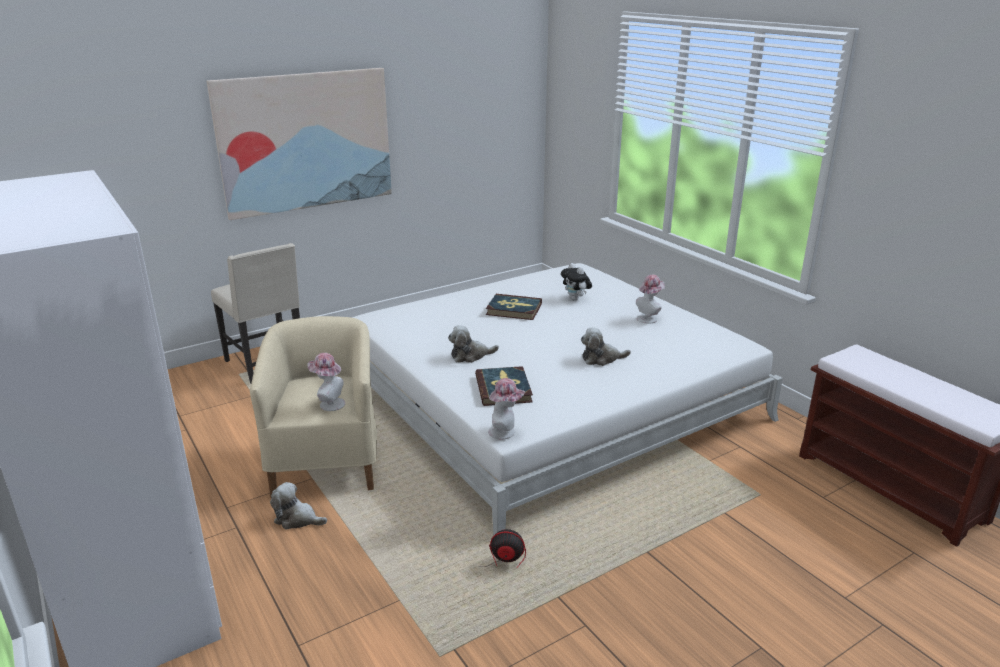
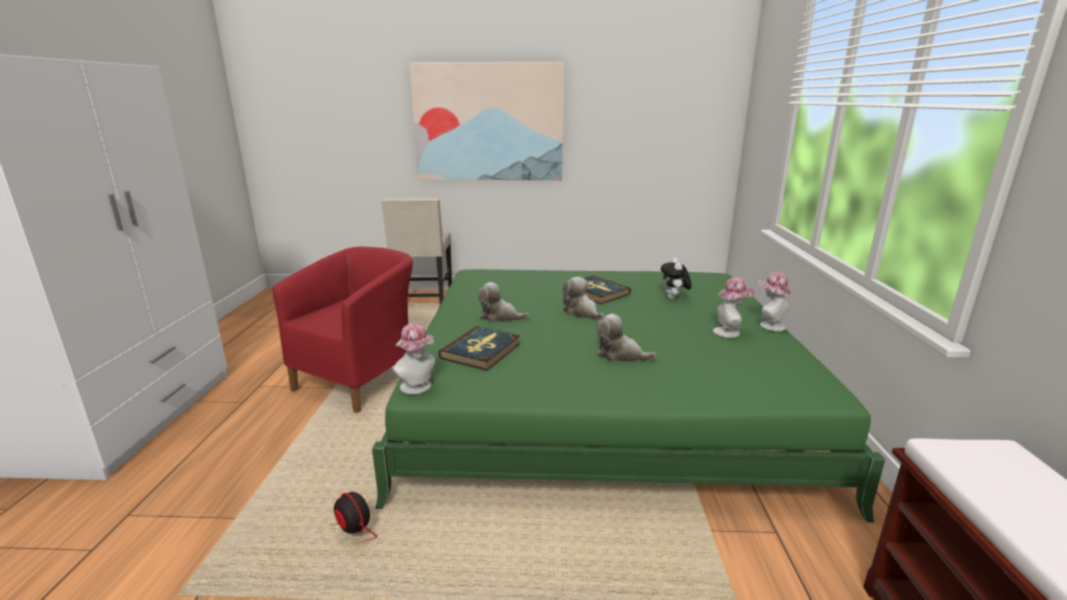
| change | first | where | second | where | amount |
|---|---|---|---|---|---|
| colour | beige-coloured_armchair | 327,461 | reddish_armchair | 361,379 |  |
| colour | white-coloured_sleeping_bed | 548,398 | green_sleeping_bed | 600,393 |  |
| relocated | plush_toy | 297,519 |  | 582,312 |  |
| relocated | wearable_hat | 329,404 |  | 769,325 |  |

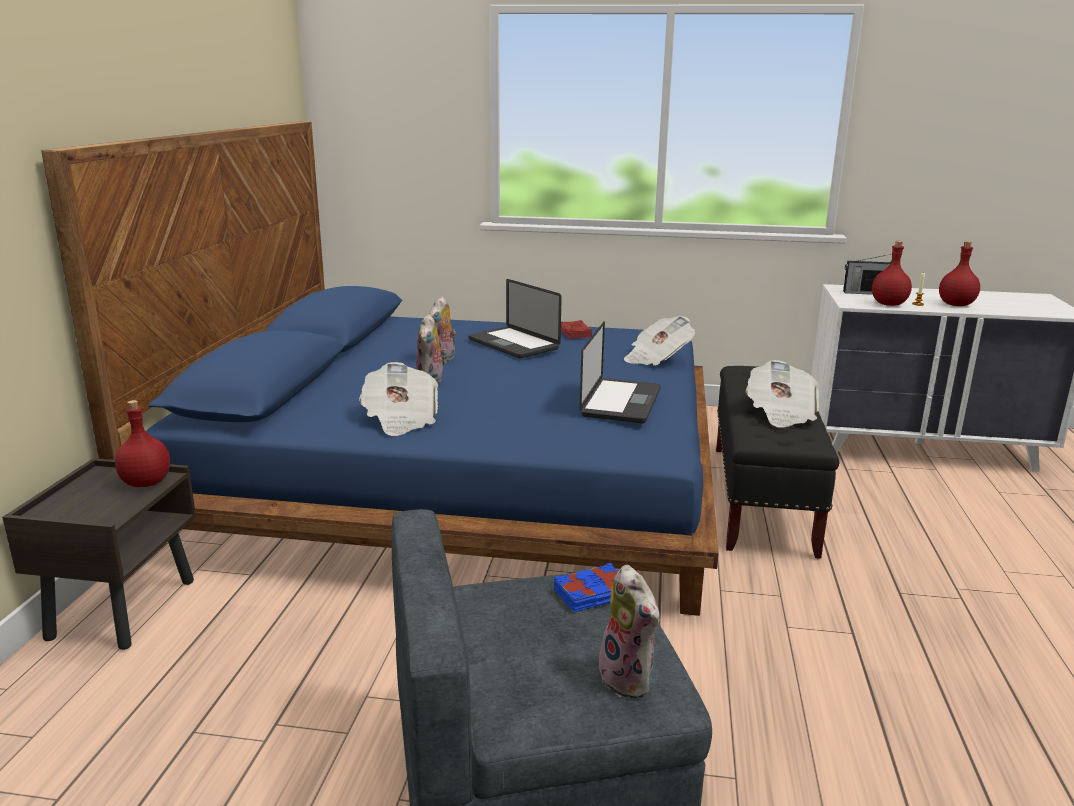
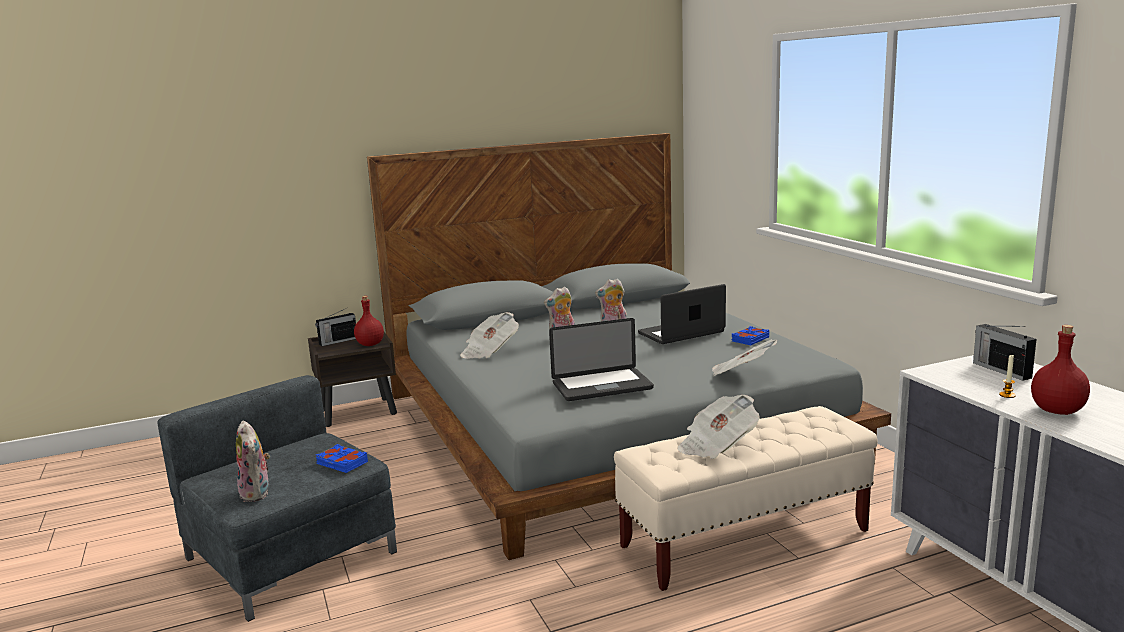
| change | first | where | second | where | amount |
|---|---|---|---|---|---|
| spun | plush_toy | 630,679 |  | 257,493 | 60 degrees counterclockwise |
| appeared |  |  | radio_receiver | 337,341 |  |
| colour | blue_sleeping_bed | 464,475 | gray_sleeping_bed | 607,426 |  |
| colour | black-coloured_indoor_bench | 761,498 | beige-coloured_indoor_bench | 745,539 |  |
| spun | notebook_computer | 513,344 |  | 681,333 | 45 degrees clockwise |
| colour | reddish_book | 574,333 | blue_book | 749,339 |  |
| missing | reddish_bottle | 889,304 |  |  |  |

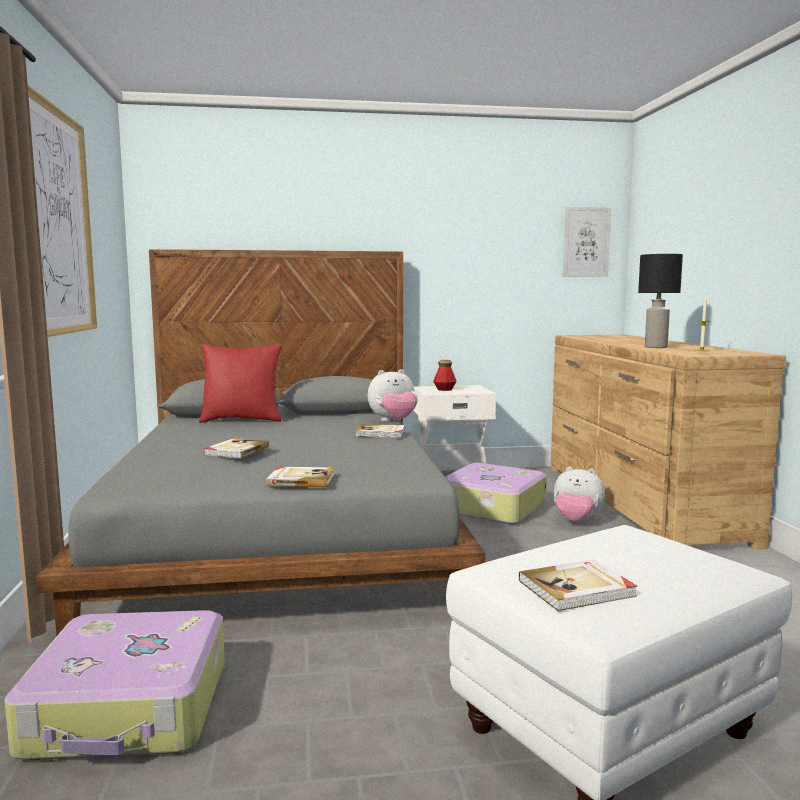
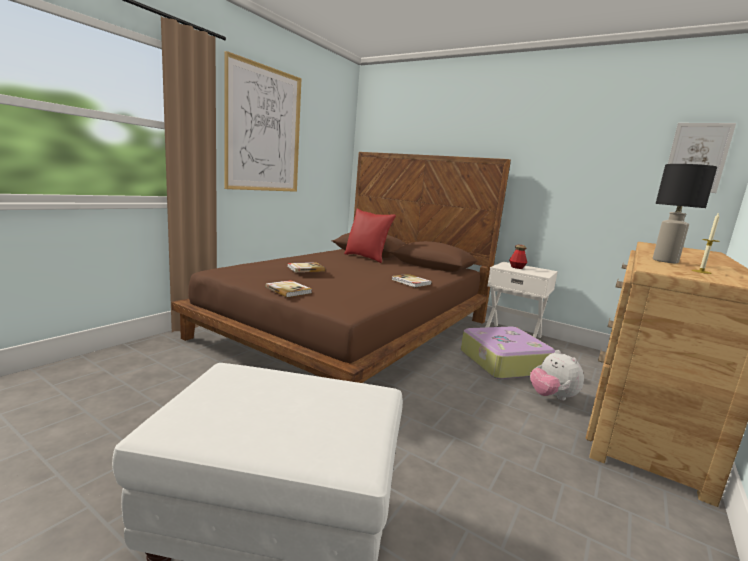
| change | first | where | second | where | amount |
|---|---|---|---|---|---|
| colour | gray_sleeping_bed | 282,533 | brown-coloured_sleeping_bed | 352,329 |  |
| missing | suitcase | 130,708 |  |  |  |
| missing | plush_toy | 393,421 |  |  |  |
| missing | book | 577,589 |  |  |  |

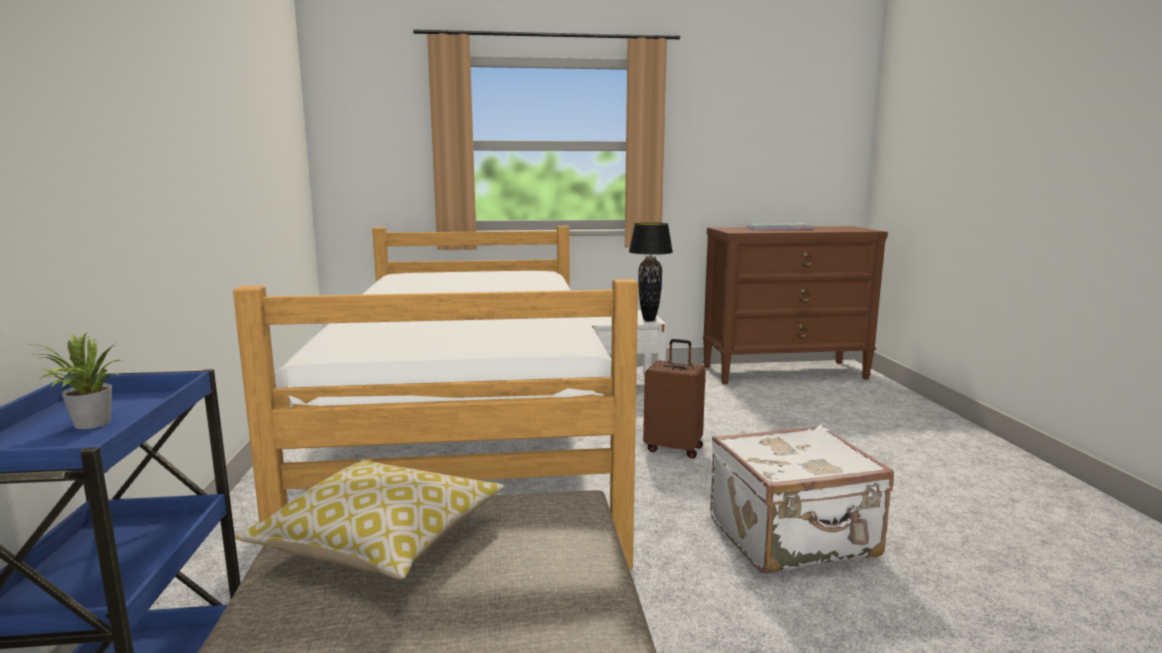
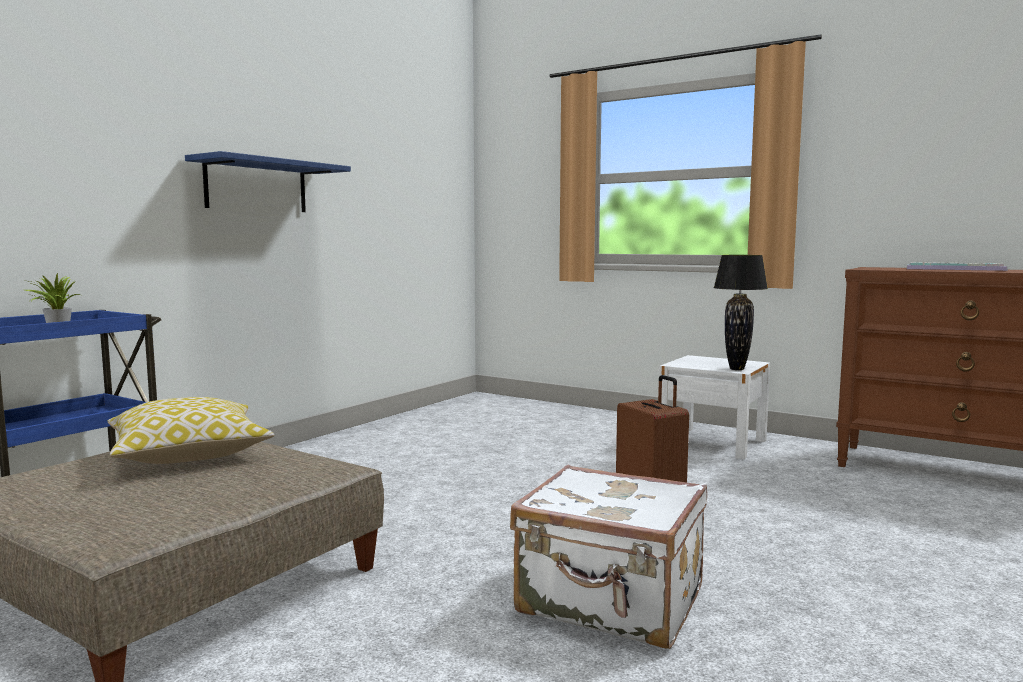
| change | first | where | second | where | amount |
|---|---|---|---|---|---|
| appeared |  |  | blue_bracket_shelf | 256,186 |  |
| missing | sleeping_bed | 471,447 |  |  |  |

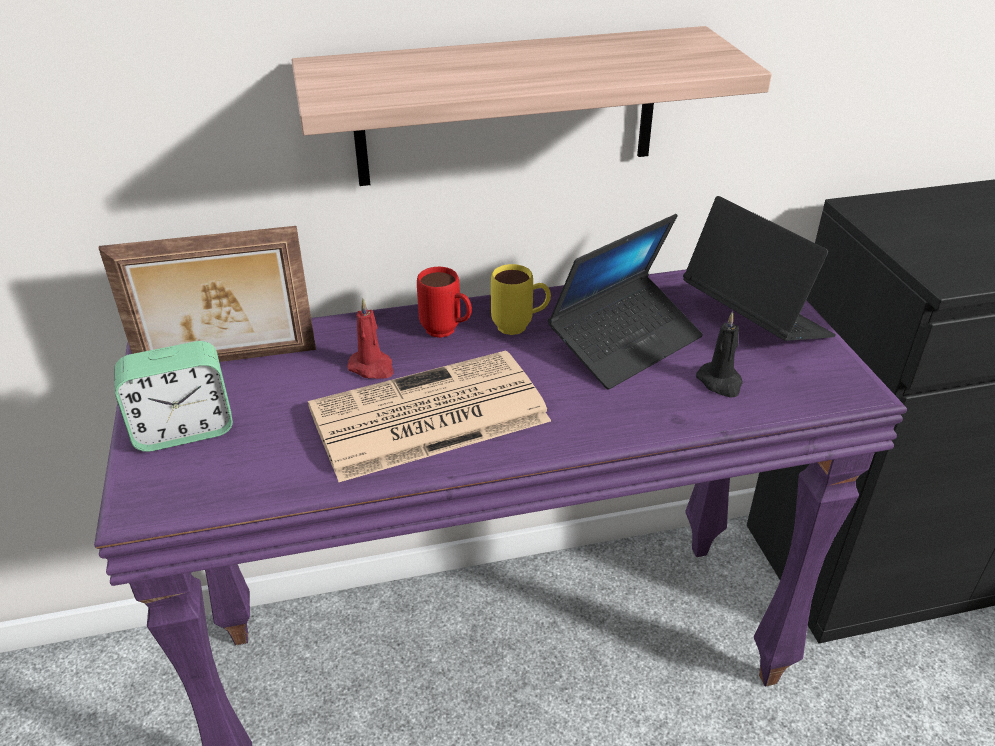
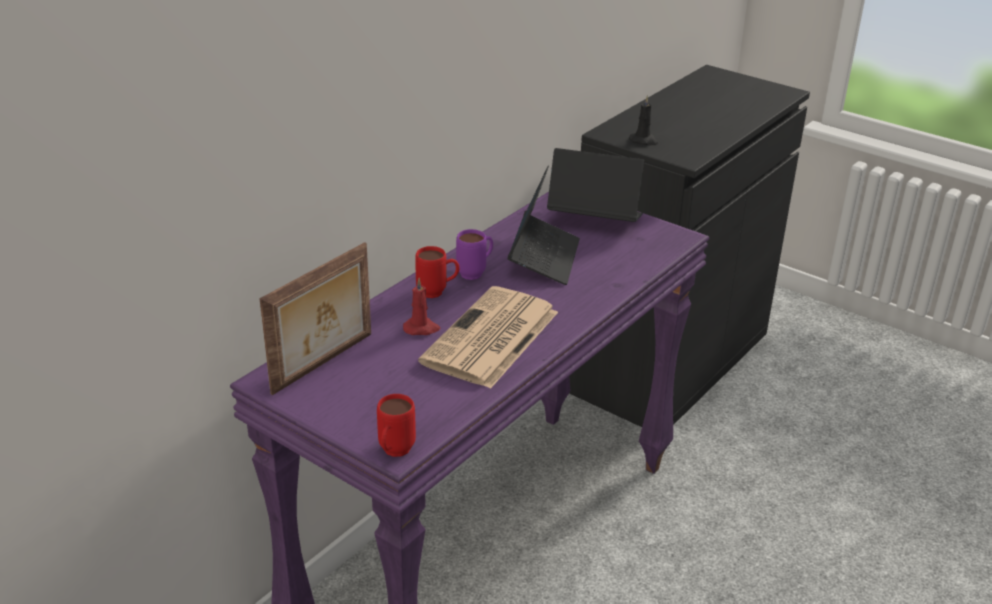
| change | first | where | second | where | amount |
|---|---|---|---|---|---|
| appeared |  |  | reddish_tea_mug | 394,453 |  |
| colour | yellow_tea_mug | 520,327 | purplish_tea_mug | 476,273 |  |
| relocated | black-coloured_wax_light | 720,382 |  | 644,141 |  |
| missing | alarm_clock | 184,430 |  |  |  |
| missing | bracket_shelf | 507,107 |  |  |  |

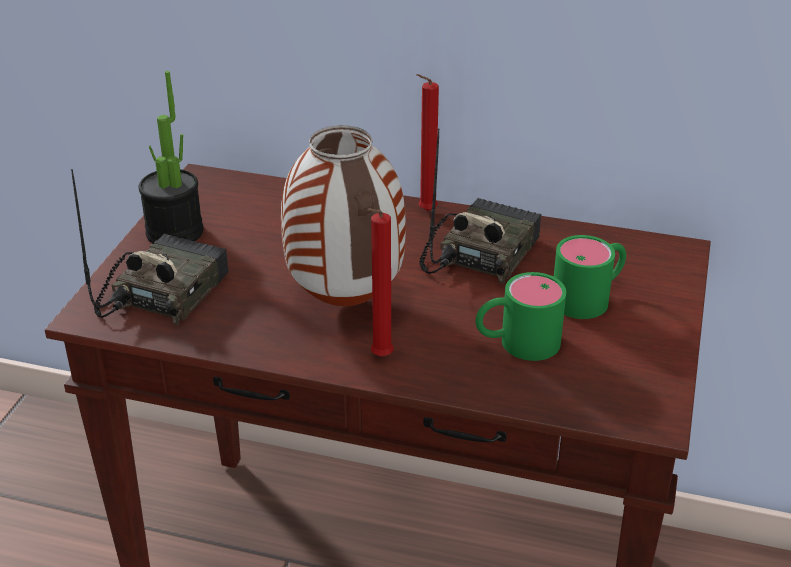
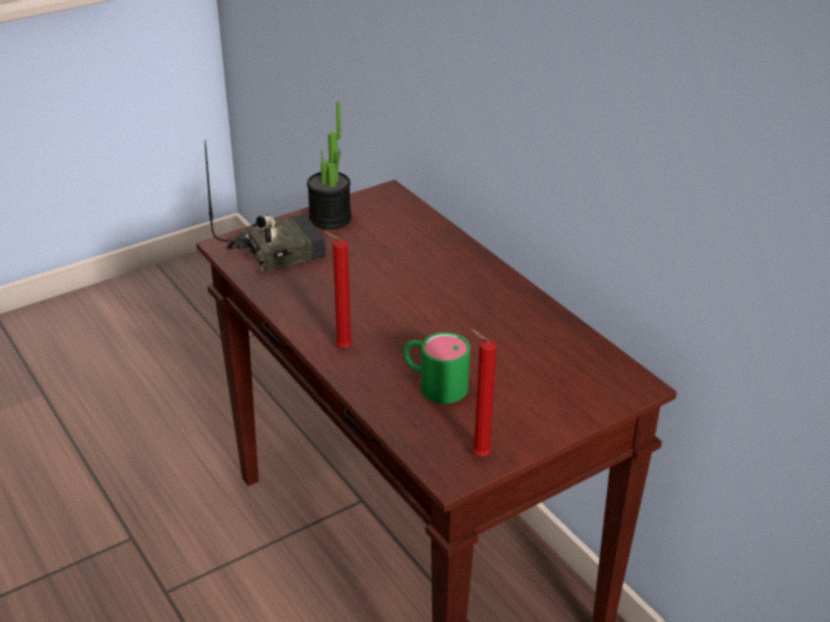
| change | first | where | second | where | amount |
|---|---|---|---|---|---|
| relocated | reddish_wax_light | 425,211 |  | 478,455 |  |
| missing | vase | 343,302 |  |  |  |
| missing | radio_receiver | 479,253 |  |  |  |
| missing | green_tea_mug | 590,297 |  |  |  |

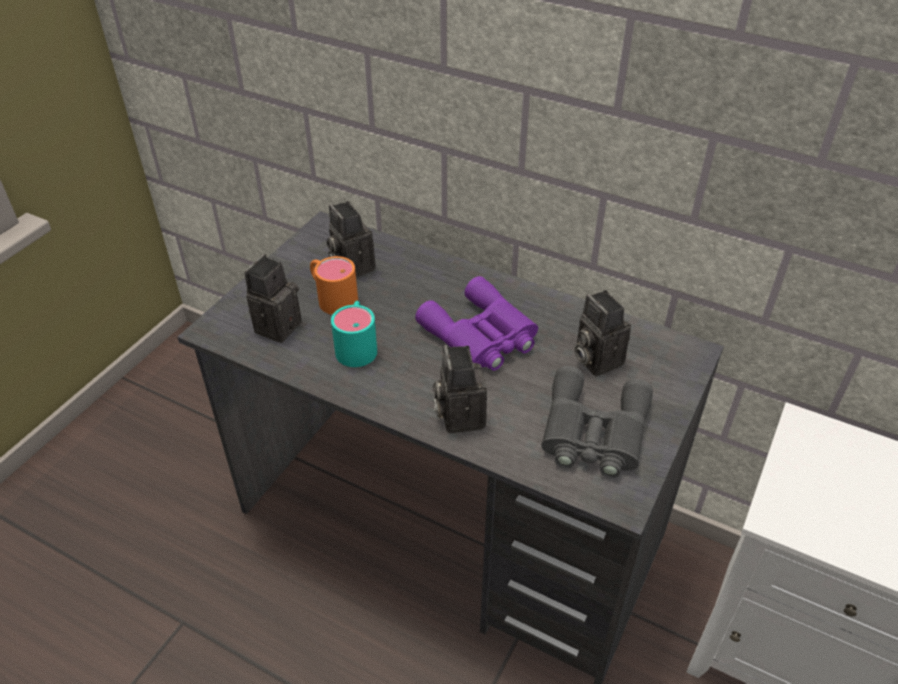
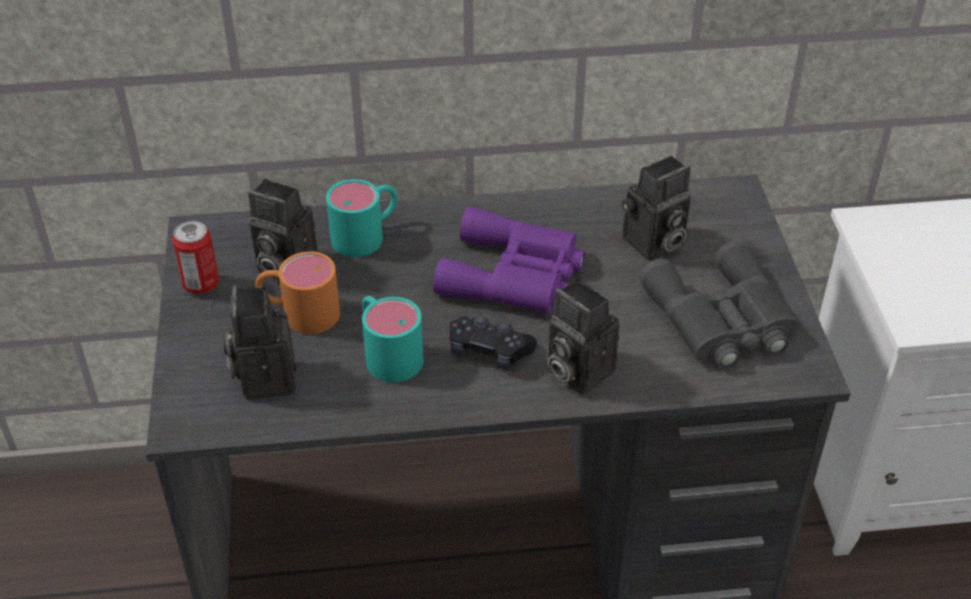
| change | first | where | second | where | amount |
|---|---|---|---|---|---|
| appeared |  |  | metal_can | 201,284 |  |
| appeared |  |  | turquoise_tea_mug | 367,234 |  |
| appeared |  |  | black-coloured_joypad | 489,351 |  |
| spun | still_camera | 595,359 |  | 653,245 | 60 degrees counterclockwise |

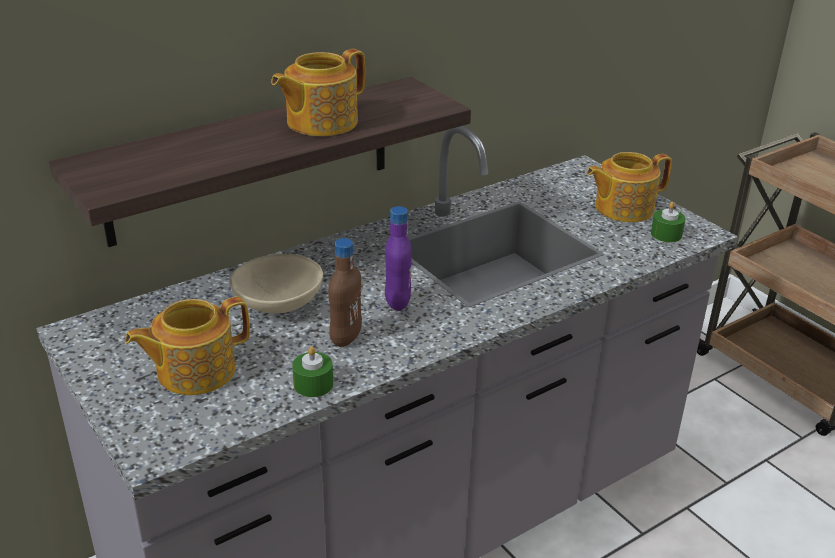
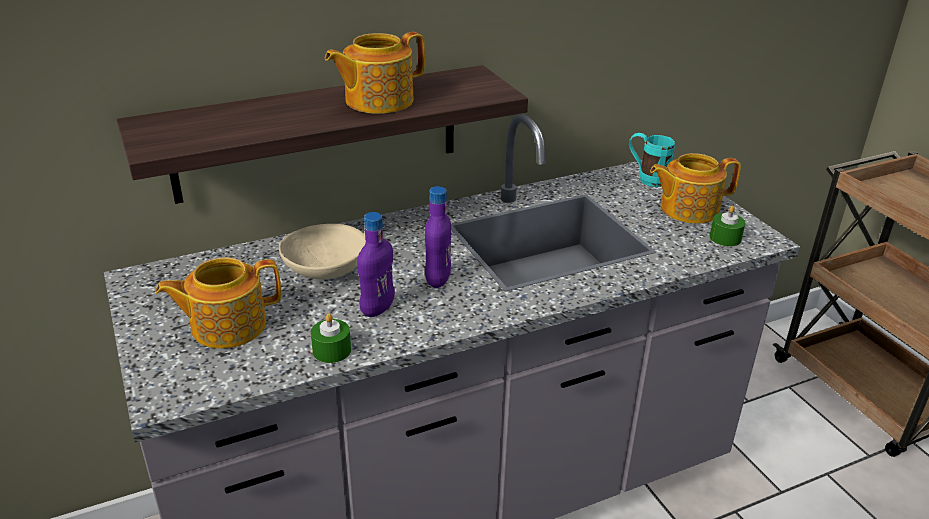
| change | first | where | second | where | amount |
|---|---|---|---|---|---|
| colour | brown-coloured_bottle | 346,338 | purplish_bottle | 377,309 |  |
| appeared |  |  | turquoise_tea_mug | 646,179 |  |

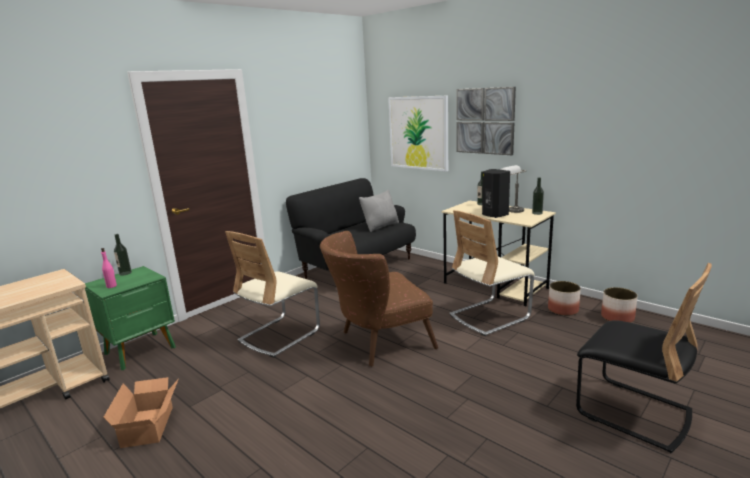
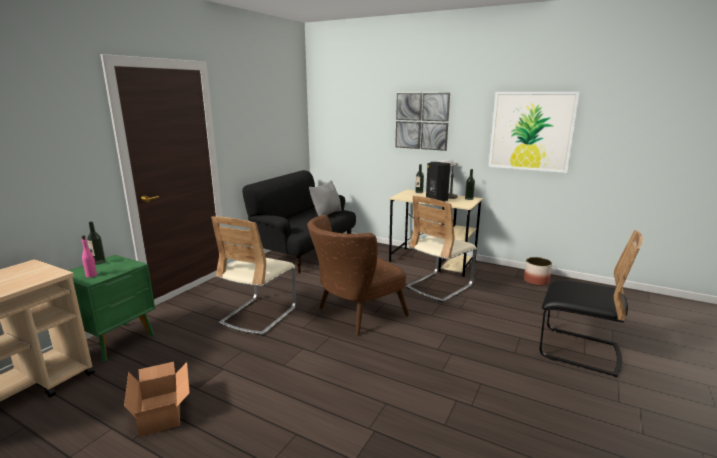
| change | first | where | second | where | amount |
|---|---|---|---|---|---|
| relocated | wall_picture | 418,133 |  | 531,131 |  |
| missing | plant_pot | 563,310 |  |  |  |

